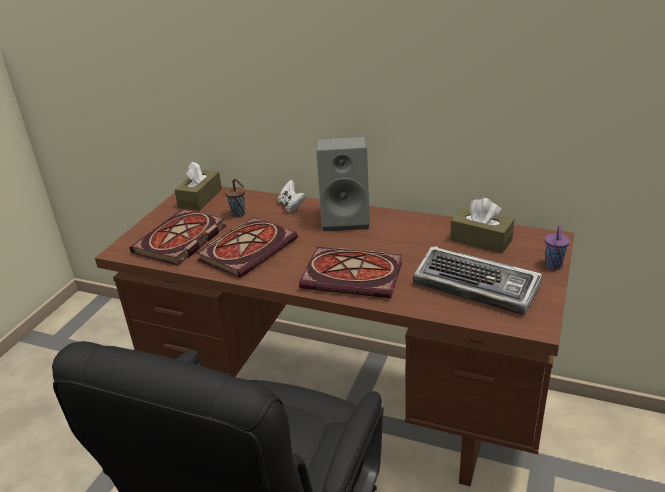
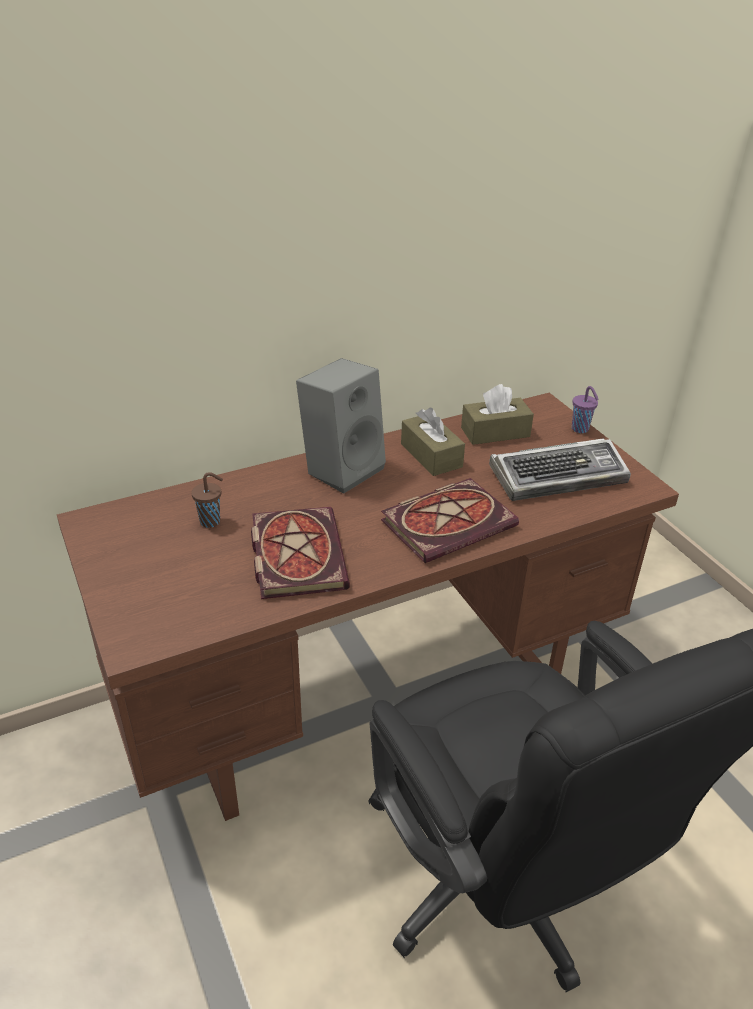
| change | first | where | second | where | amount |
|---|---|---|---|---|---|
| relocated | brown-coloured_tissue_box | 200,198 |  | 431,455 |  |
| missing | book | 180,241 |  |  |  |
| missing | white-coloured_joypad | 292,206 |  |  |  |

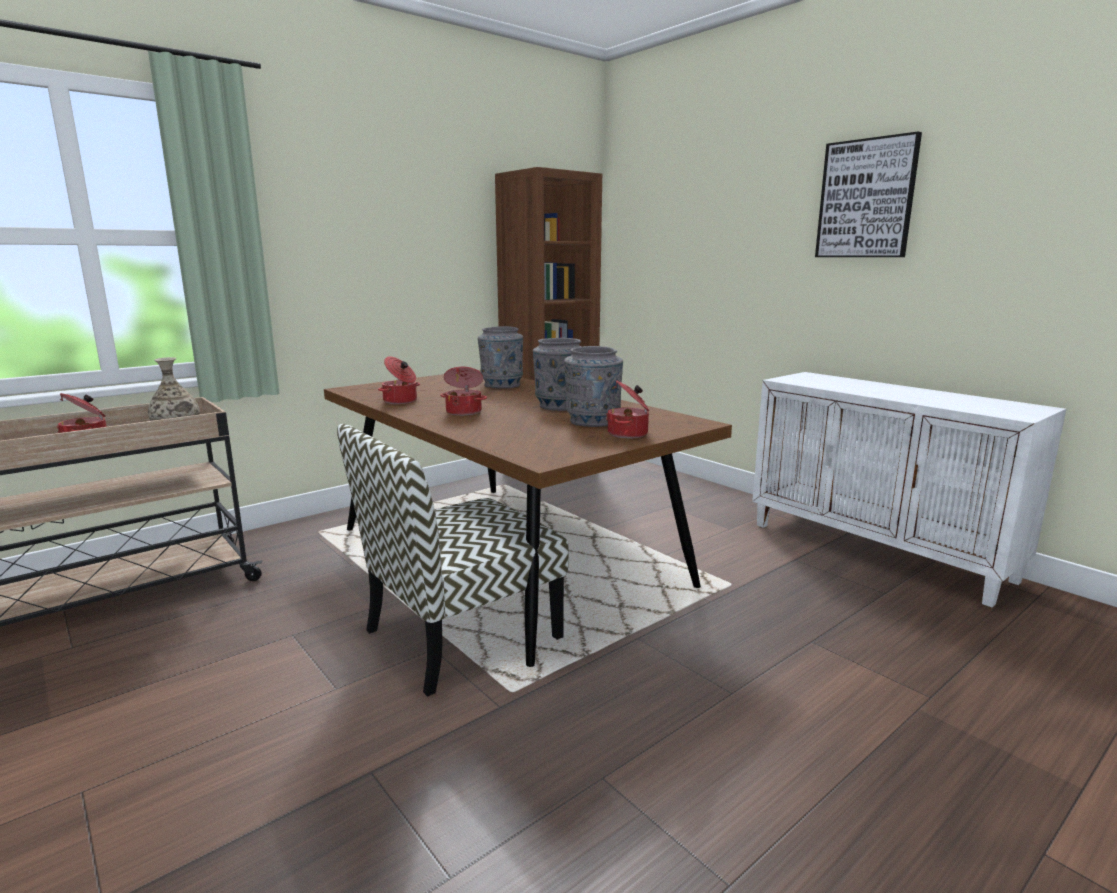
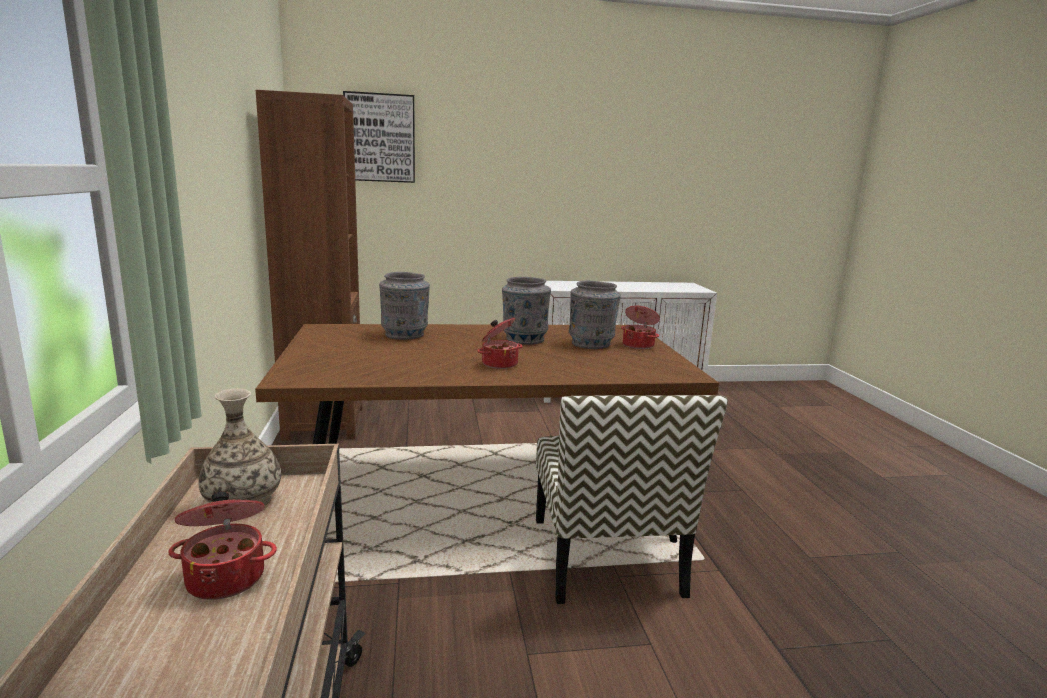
| change | first | where | second | where | amount |
|---|---|---|---|---|---|
| relocated | wall_picture | 866,199 |  | 380,138 |  |
| missing | saucepot | 400,401 |  |  |  |

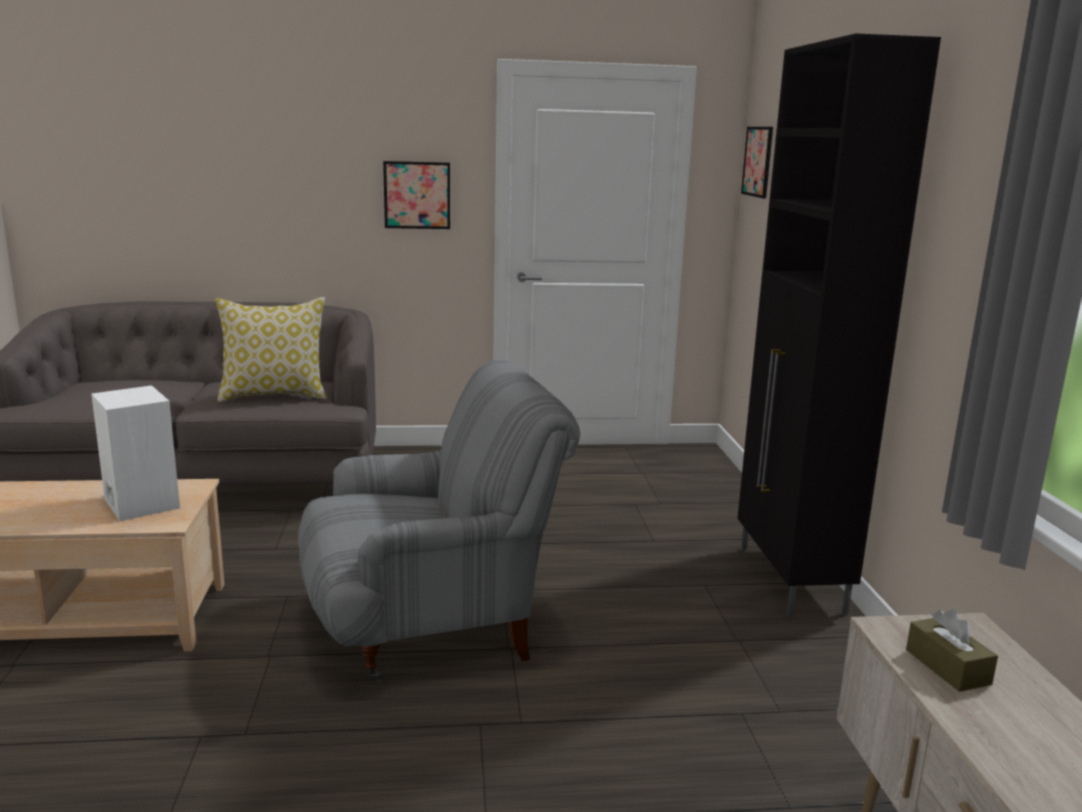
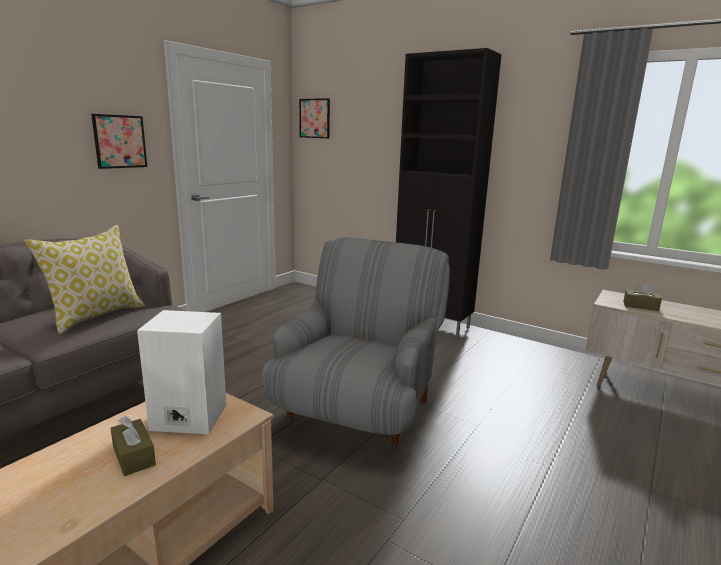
| change | first | where | second | where | amount |
|---|---|---|---|---|---|
| appeared |  |  | brown-coloured_tissue_box | 134,456 |  |

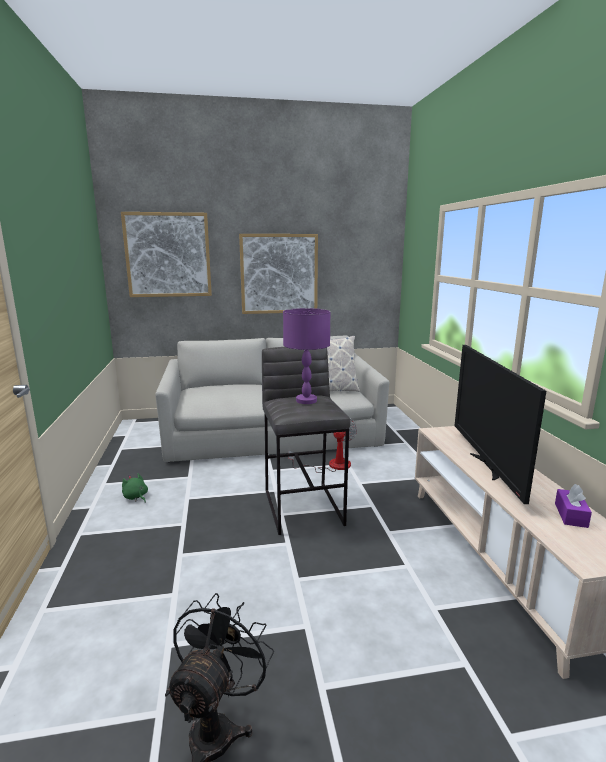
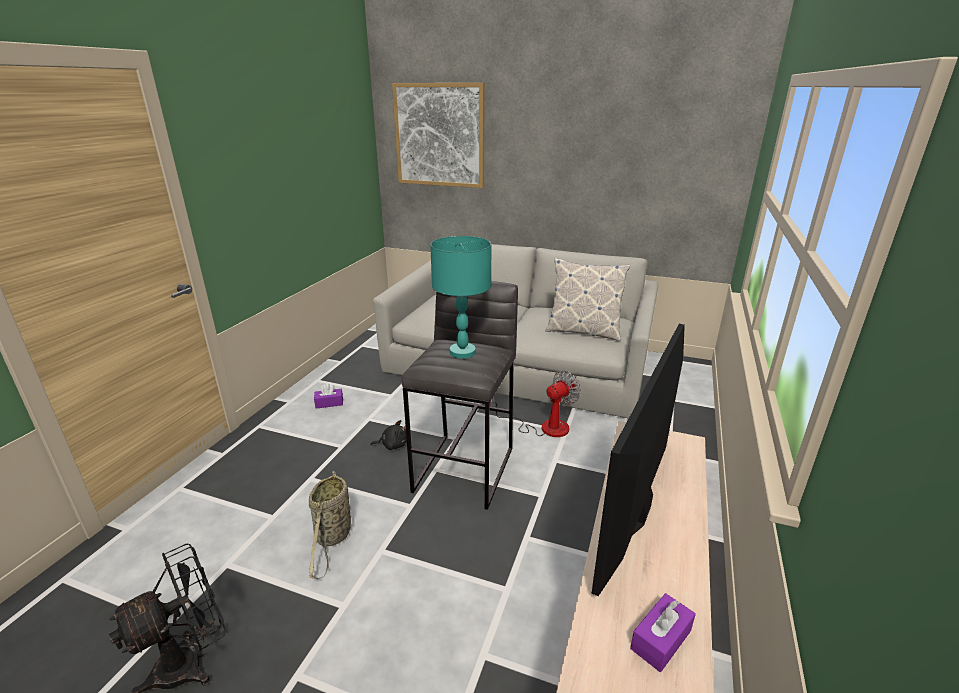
| change | first | where | second | where | amount |
|---|---|---|---|---|---|
| appeared |  |  | basket | 333,537 |  |
| exchanged | green_plush_toy | 136,497 | purplish_tissue_box | 329,403 |  |
| appeared |  |  | black-coloured_plush_toy | 393,445 |  |
| colour | purplish_tabletop_lamp | 306,400 | turquoise_tabletop_lamp | 462,352 |  |
| missing | wall_picture | 279,274 |  |  |  |

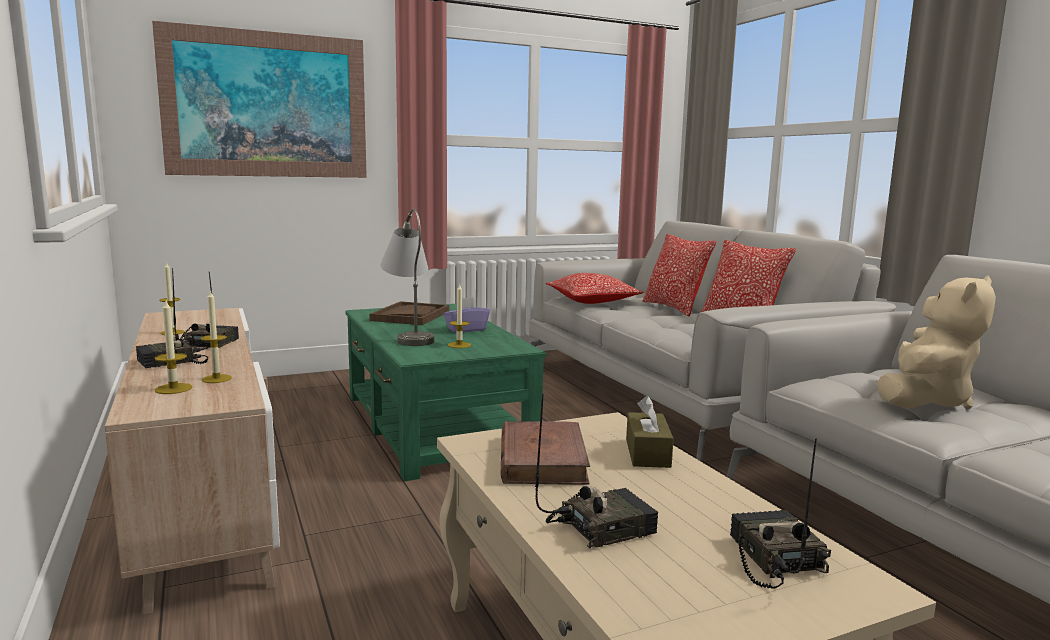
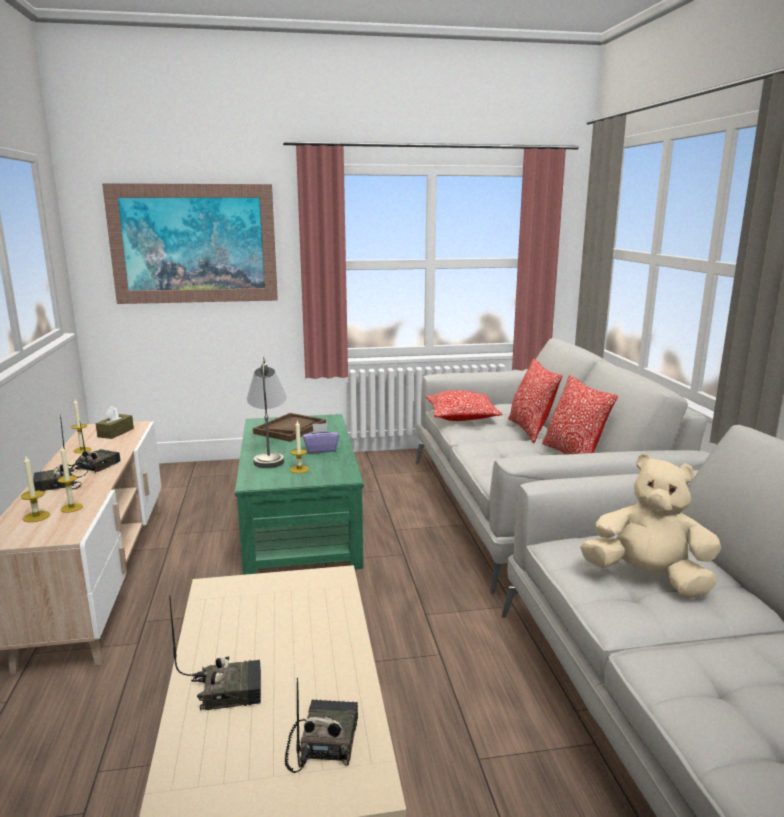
| change | first | where | second | where | amount |
|---|---|---|---|---|---|
| relocated | brown-coloured_tissue_box | 647,453 |  | 115,433 |  |
| spun | beige-coloured_plush_toy | 924,400 |  | 648,579 | 120 degrees counterclockwise |
| missing | brown-coloured_book | 542,459 |  |  |  |

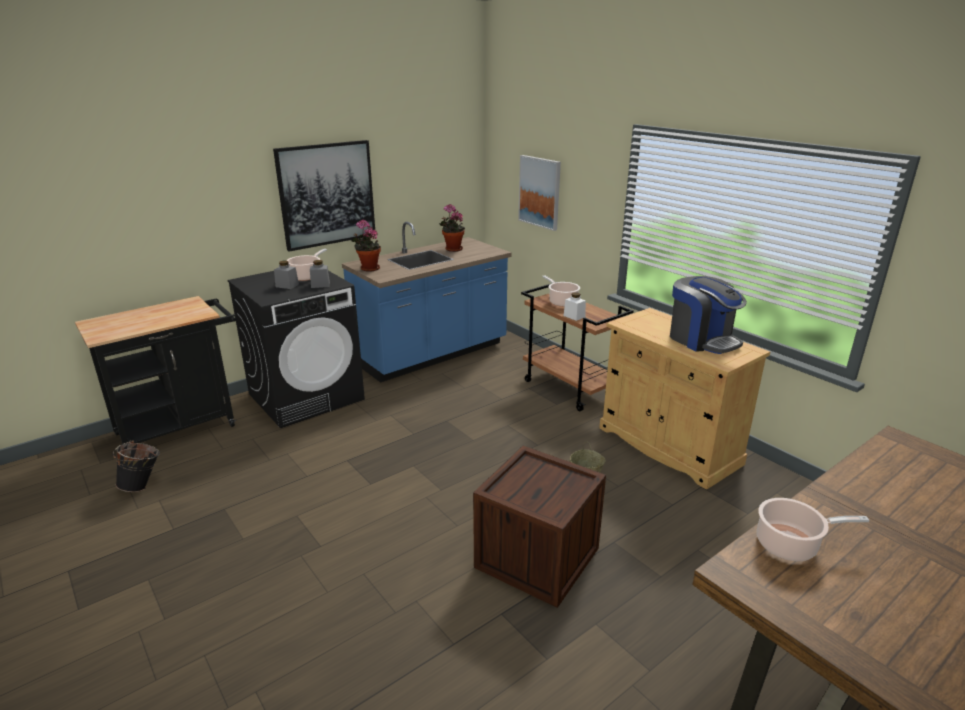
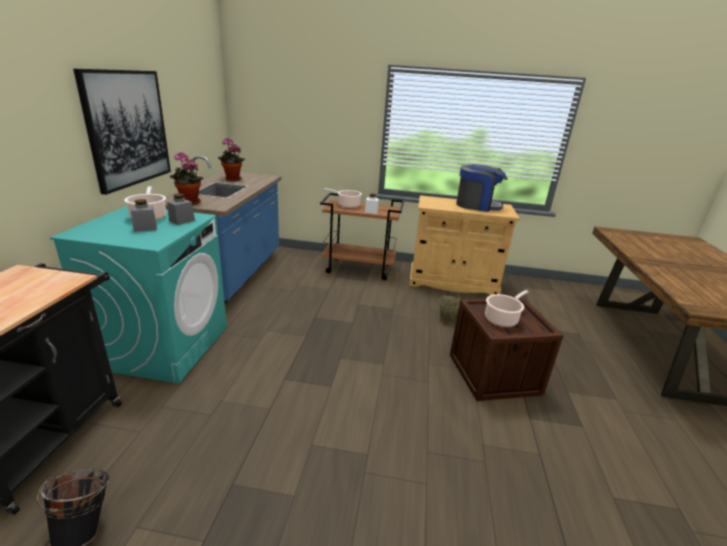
| change | first | where | second | where | amount |
|---|---|---|---|---|---|
| colour | black-coloured_laundry_machine | 307,396 | turquoise_laundry_machine | 164,346 |  |
| relocated | saucepot | 790,544 |  | 502,319 |  |
| missing | wall_picture | 540,192 |  |  |  |

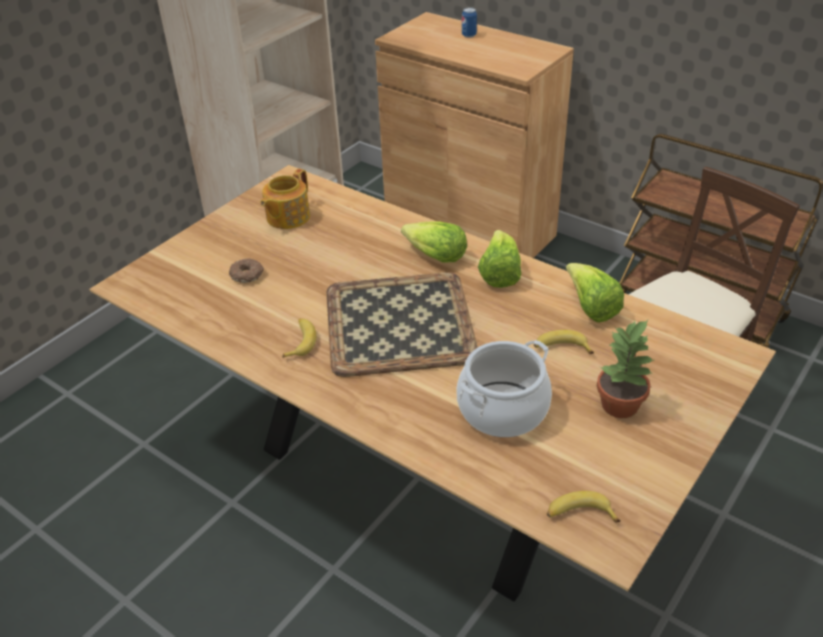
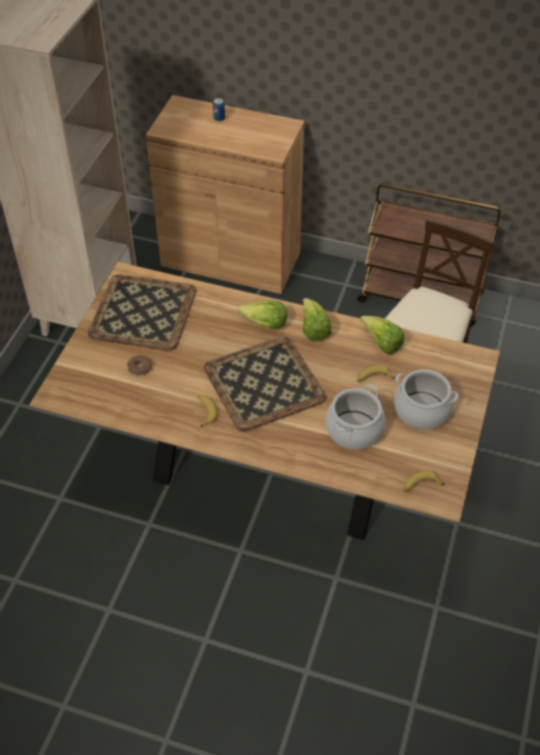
| change | first | where | second | where | amount |
|---|---|---|---|---|---|
| exchanged | teapot | 287,217 | tray | 142,312 |  |
| exchanged | plant_in_a_pot | 621,405 | saucepot | 422,410 |  |

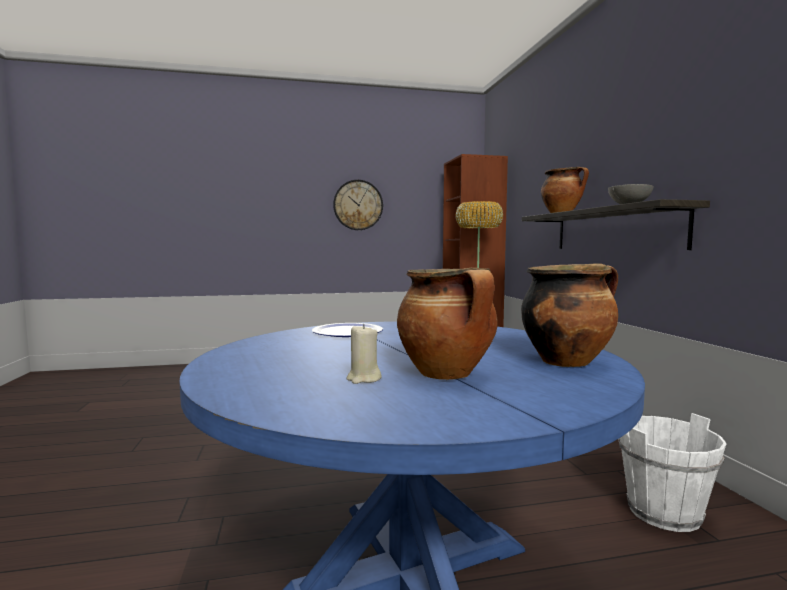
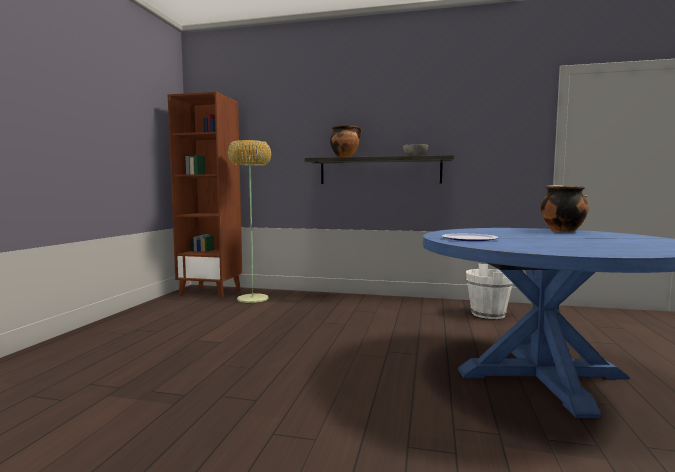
| change | first | where | second | where | amount |
|---|---|---|---|---|---|
| missing | clock_on_the_wall | 358,205 |  |  |  |
| missing | beige-coloured_wax_light | 363,379 |  |  |  |
| missing | saucepot | 448,374 |  |  |  |

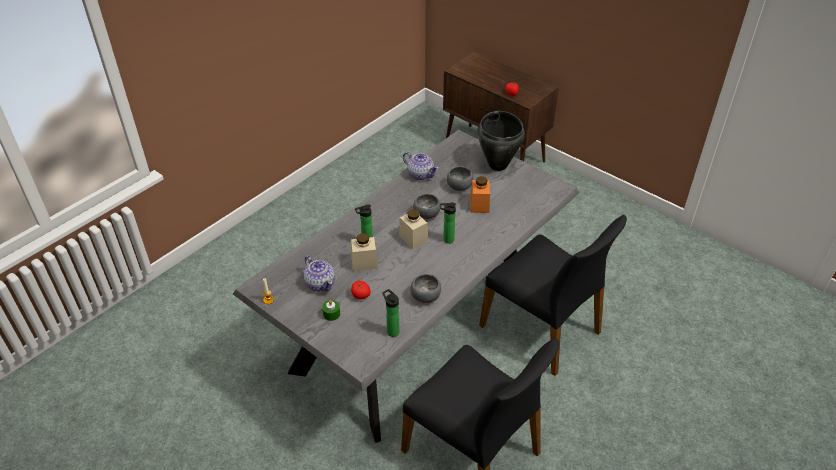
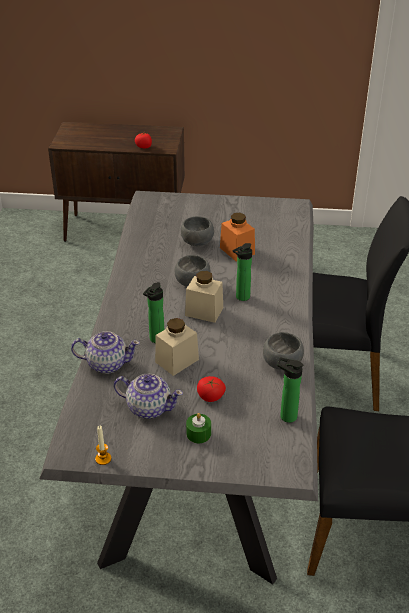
| change | first | where | second | where | amount |
|---|---|---|---|---|---|
| relocated | teapot | 420,174 |  | 106,364 |  |
| missing | black-coloured_saucepot | 498,165 |  |  |  |

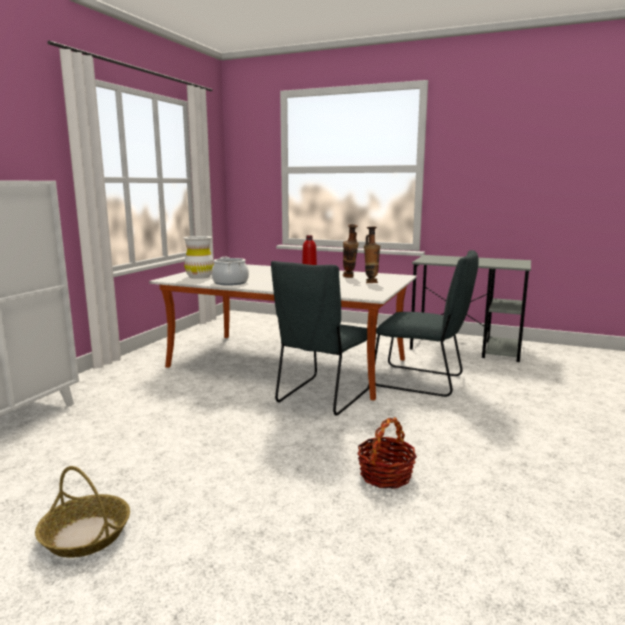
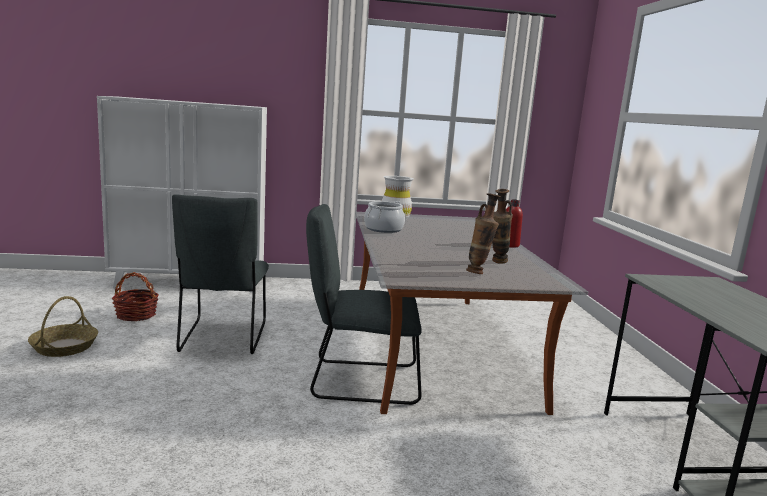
| change | first | where | second | where | amount |
|---|---|---|---|---|---|
| relocated | basket | 385,475 |  | 136,315 |  |
| relocated | gray_chair | 422,381 |  | 222,339 |  |

